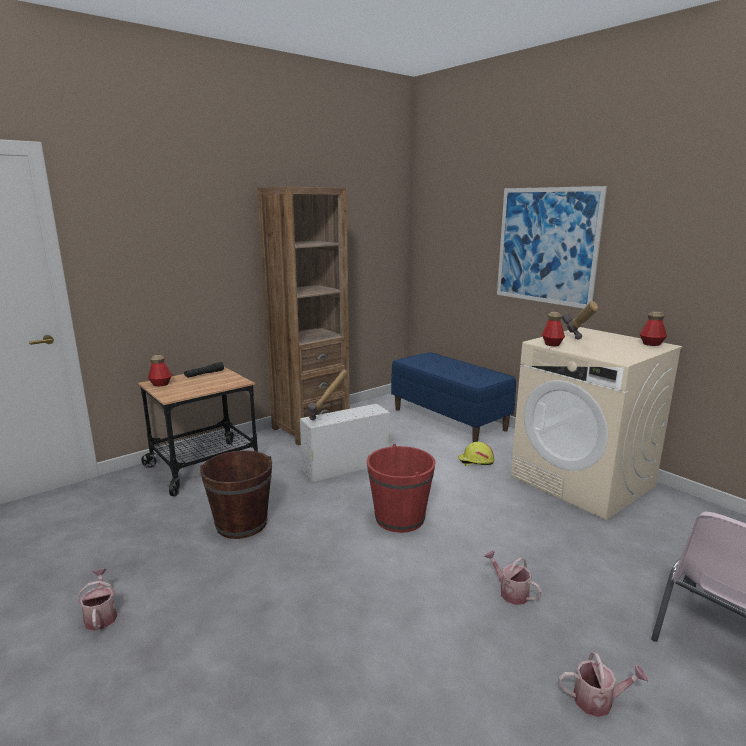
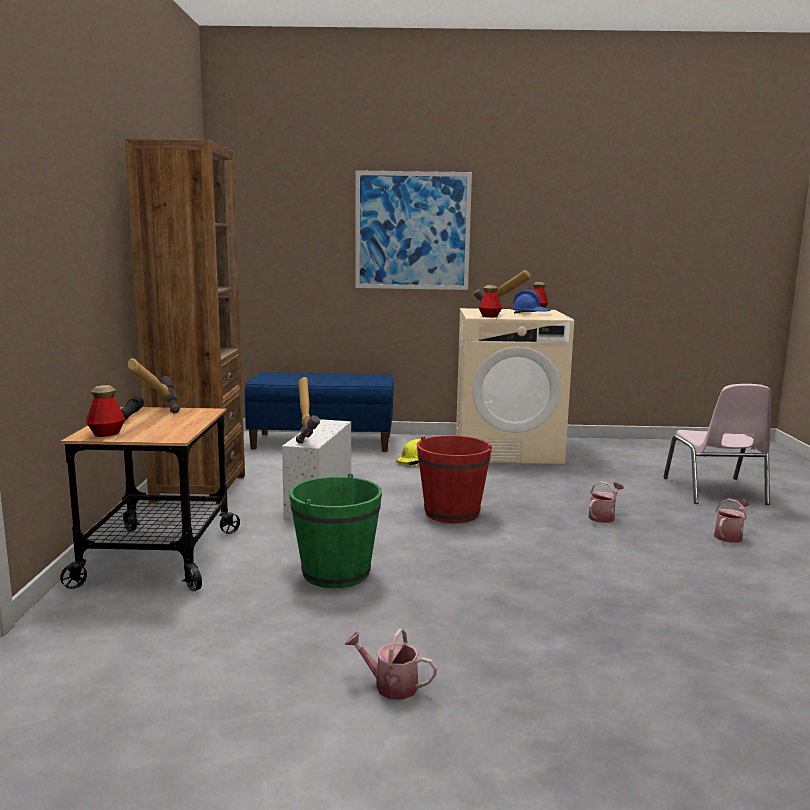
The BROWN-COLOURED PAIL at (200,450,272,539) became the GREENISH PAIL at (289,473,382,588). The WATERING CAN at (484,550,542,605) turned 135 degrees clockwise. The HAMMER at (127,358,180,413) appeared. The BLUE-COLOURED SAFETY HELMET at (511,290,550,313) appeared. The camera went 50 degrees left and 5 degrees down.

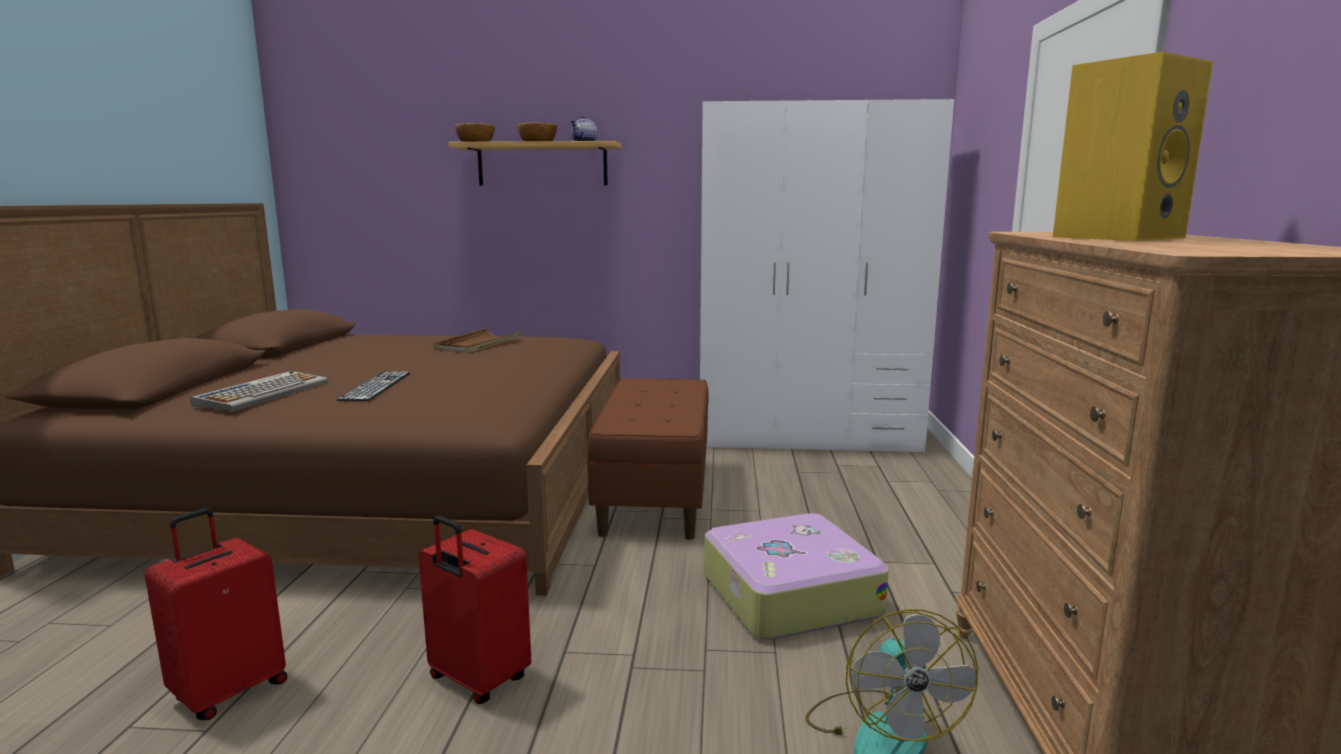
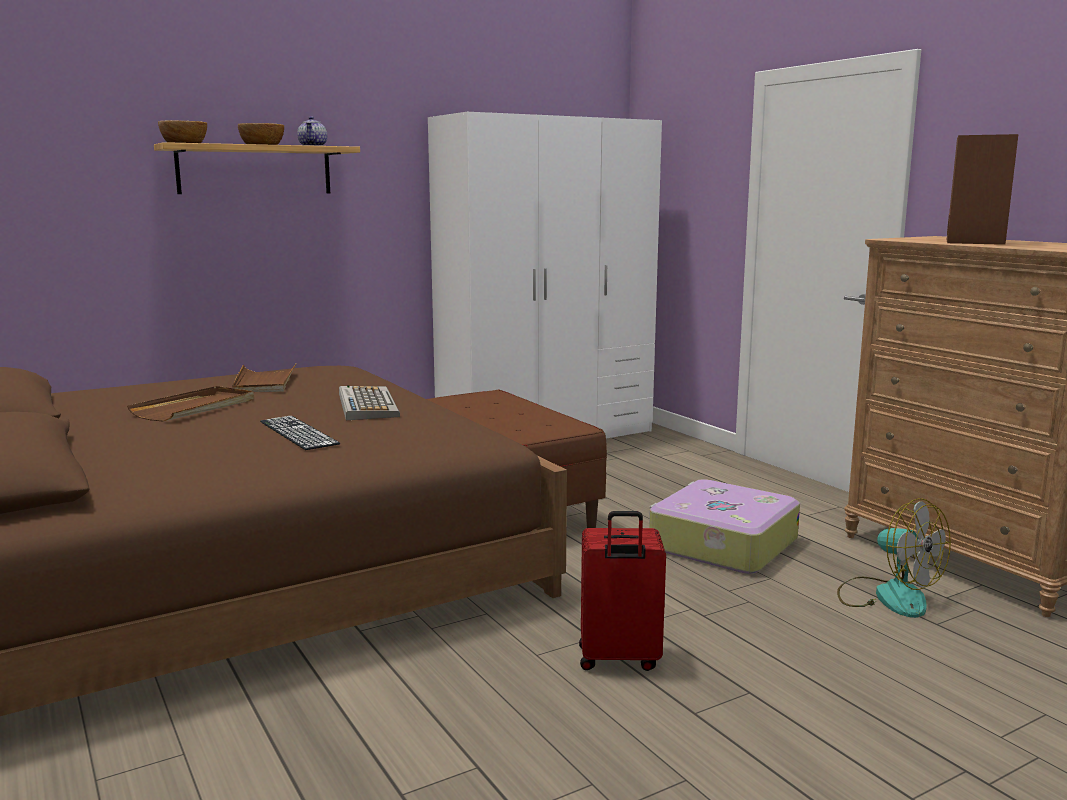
The RED TRAVEL CASE at (145,508,287,720) disappeared. The KEYBOARD moved from (190,371,328,411) to (339,385,400,420). The YELLOW AUDIO SPEAKER at (1053,52,1213,241) became the BROWN-COLOURED AUDIO SPEAKER at (947,134,1018,245). The BROWN-COLOURED TRAY at (127,386,254,422) appeared. The camera went 35 degrees left and 0 degrees up.

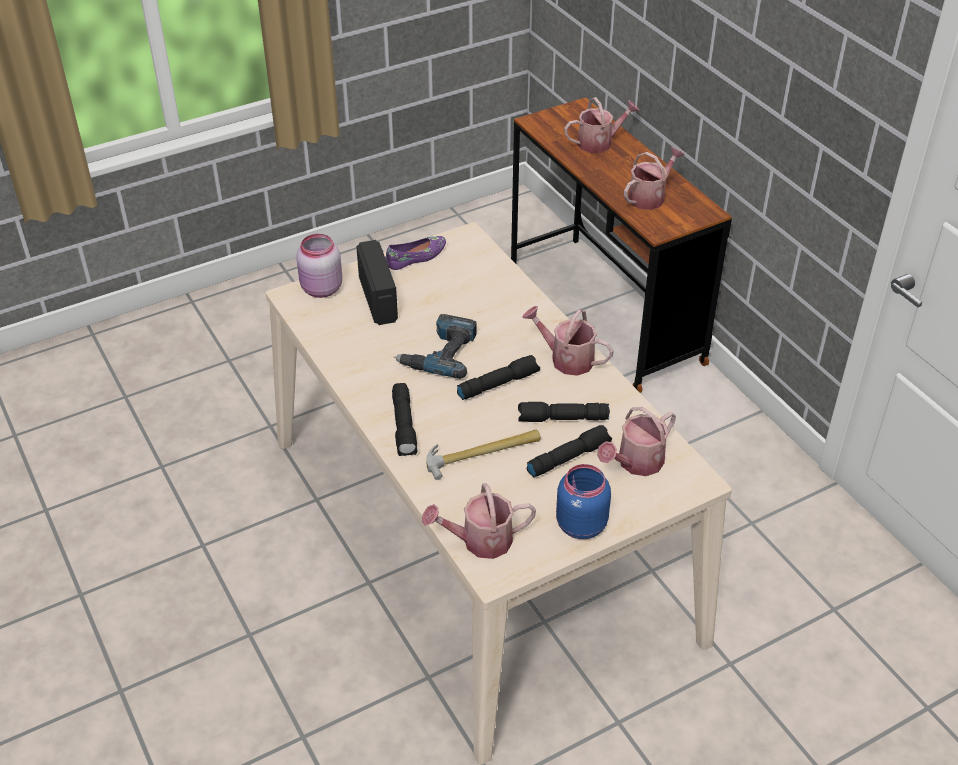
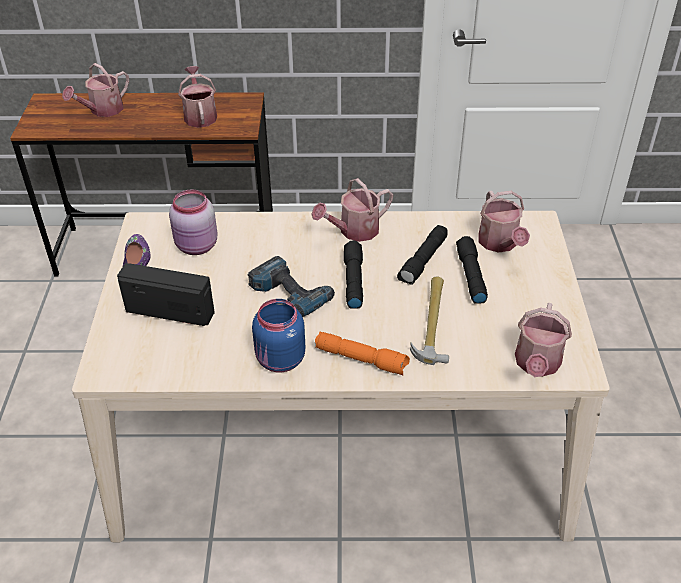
The PINK-COLOURED PRESERVE JAR moved from (296,234,342,298) to (169,190,218,255). The BLACK TORCH at (392,383,417,456) became the ORANGE-COLOURED TORCH at (315,332,410,375). The BLUE-COLOURED PRESERVE JAR moved from (556,464,611,539) to (252,299,305,372). The WATERING CAN at (564,97,640,153) turned 150 degrees counterclockwise. The camera went 60 degrees left and 0 degrees up.

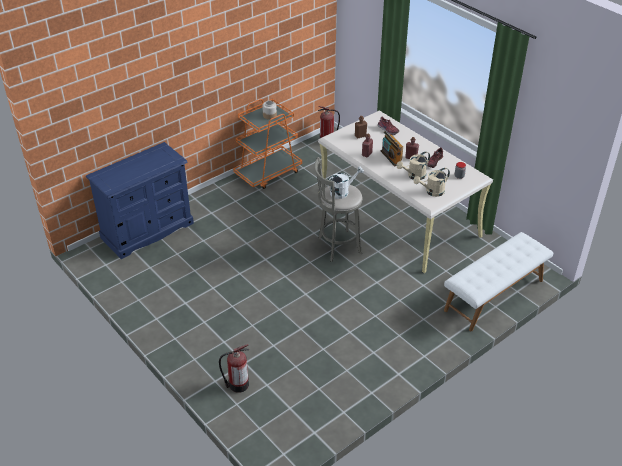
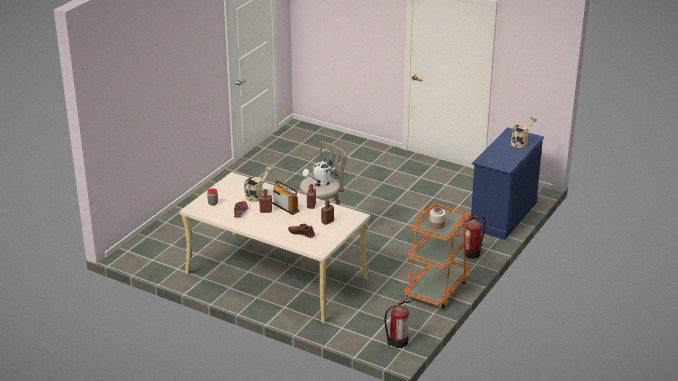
The FIRE-FIGHTING CYLINDER moved from (219,344,249,393) to (465,216,486,259). The BEIGE WATERING CAN moved from (413,168,450,197) to (511,116,537,148). The WHITE INDOOR BENCH at (444,232,553,331) disappeared. The camera went 160 degrees right and 10 degrees down.

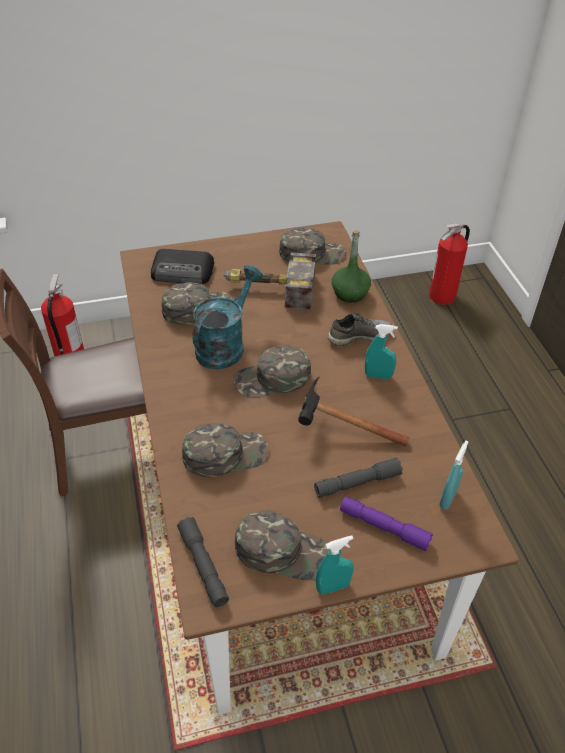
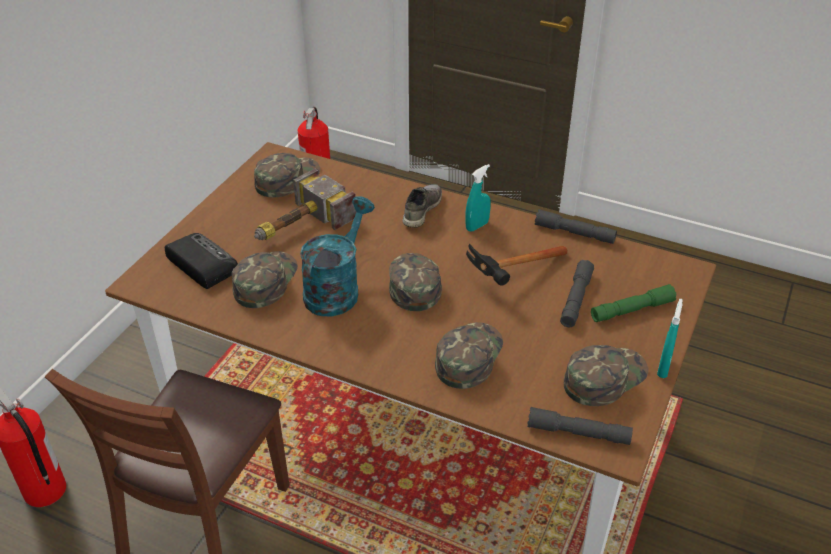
The RADIO RECEIVER at (151,249,214,284) turned 90 degrees counterclockwise. The TURQUOISE WATERING CAN at (192,265,263,369) turned 45 degrees clockwise. The GREENISH PEAKED CAP at (233,345,311,398) turned 150 degrees clockwise. The GREENISH BOTTLE at (332,230,371,302) disappeared. The PURPLISH TORCH at (340,496,433,551) became the GREENISH TORCH at (591,284,677,322). The TURQUOISE SPRAY BOTTLE at (440,440,468,510) disappeared. The GREY TORCH at (535,209,617,244) appeared. The camera went 50 degrees left and 5 degrees down.

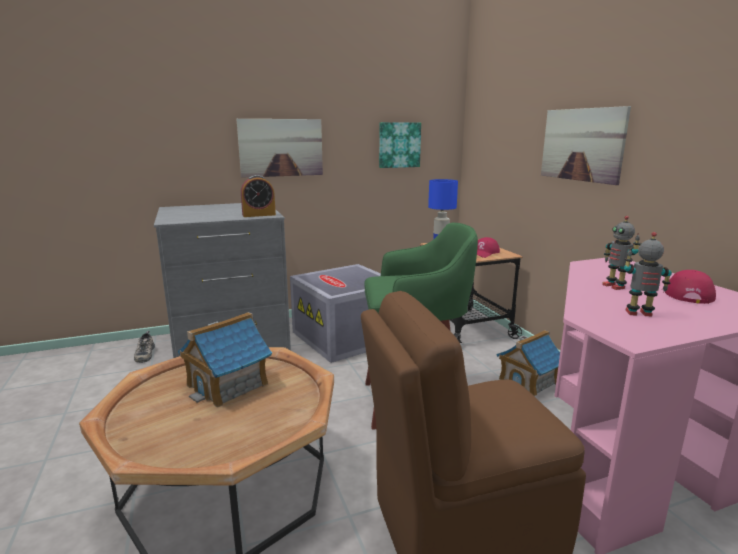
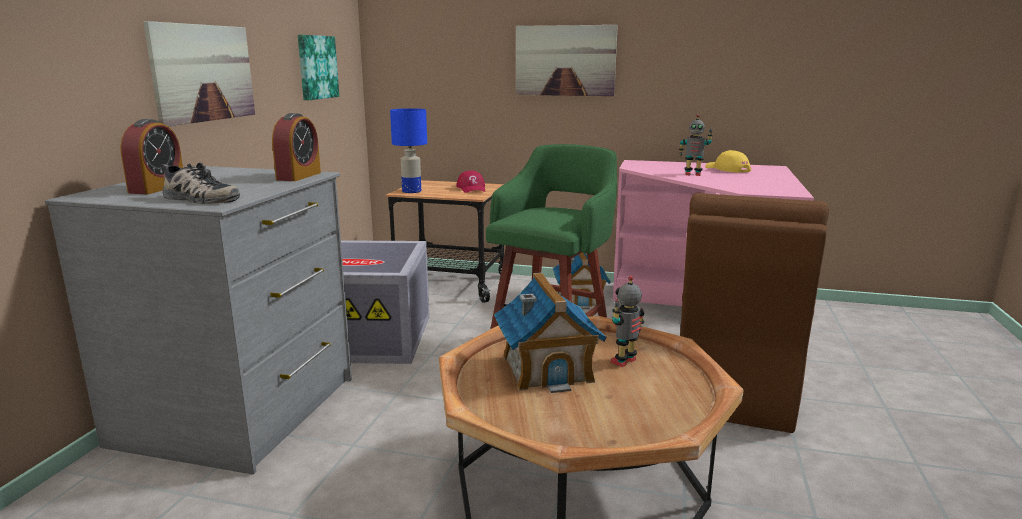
The SHOE moved from (134,331,155,363) to (161,162,240,204). The TOY ROBOT moved from (624,232,672,317) to (611,275,644,367). The RED PEAKED CAP at (665,270,716,304) became the YELLOW PEAKED CAP at (705,150,751,173). The ALARM CLOCK at (120,119,183,194) appeared. The camera went 55 degrees left and 0 degrees up.

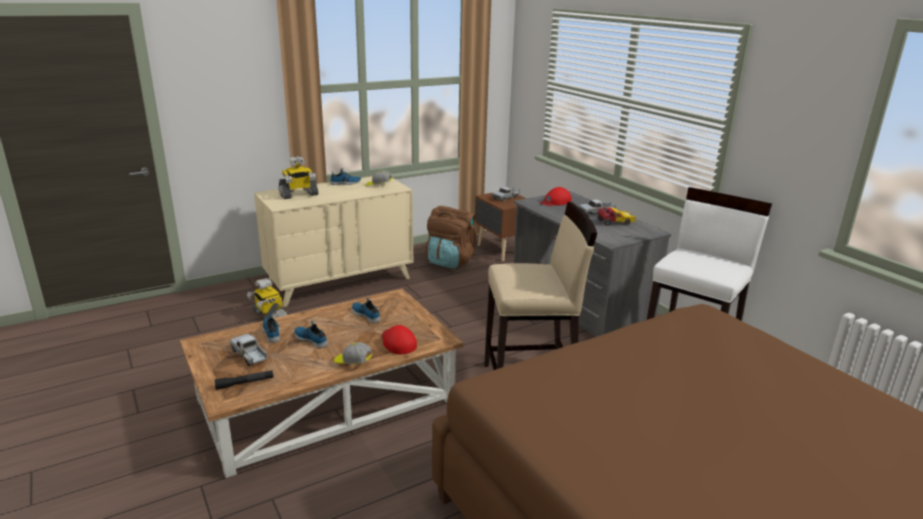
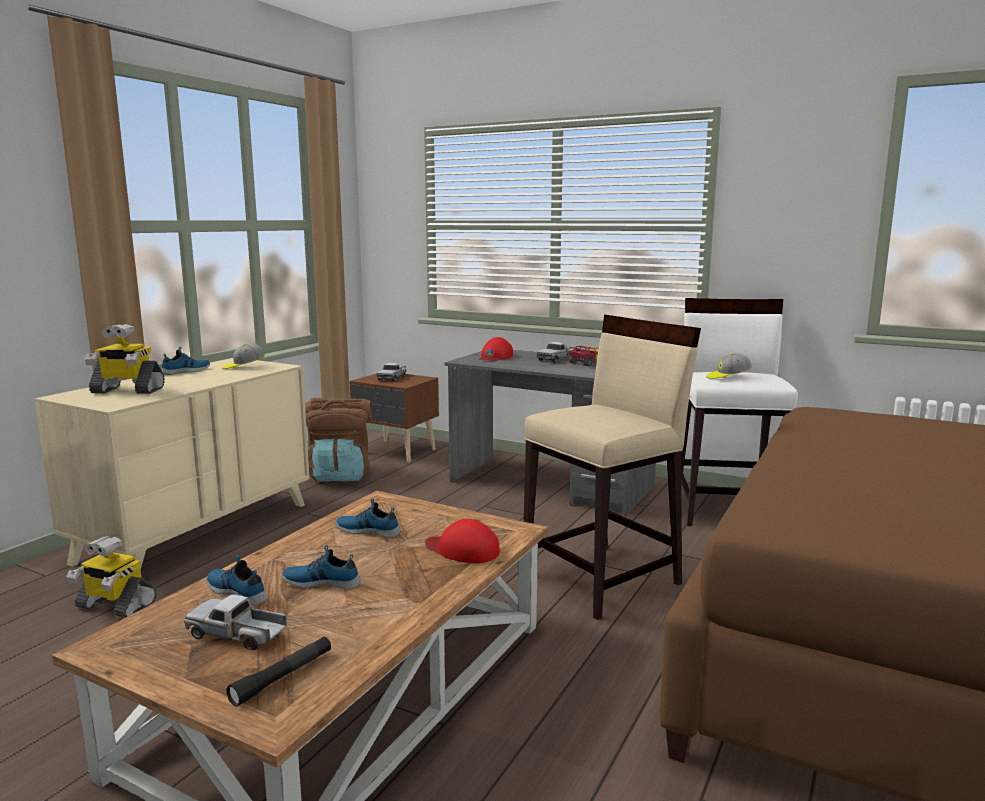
The TOY ROBOT at (279,156,318,199) turned 60 degrees clockwise. The PEAKED CAP moved from (334,342,373,364) to (706,353,752,379). The camera went 30 degrees left and 10 degrees down.

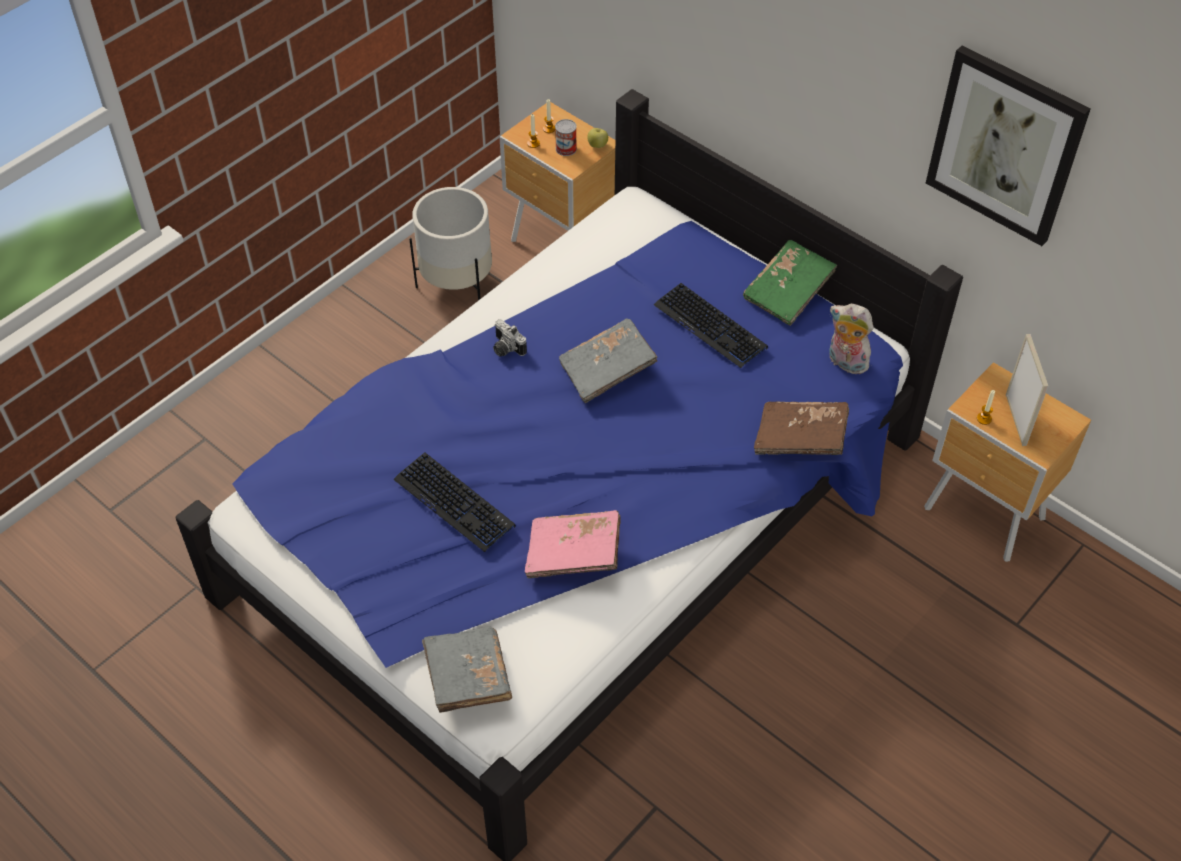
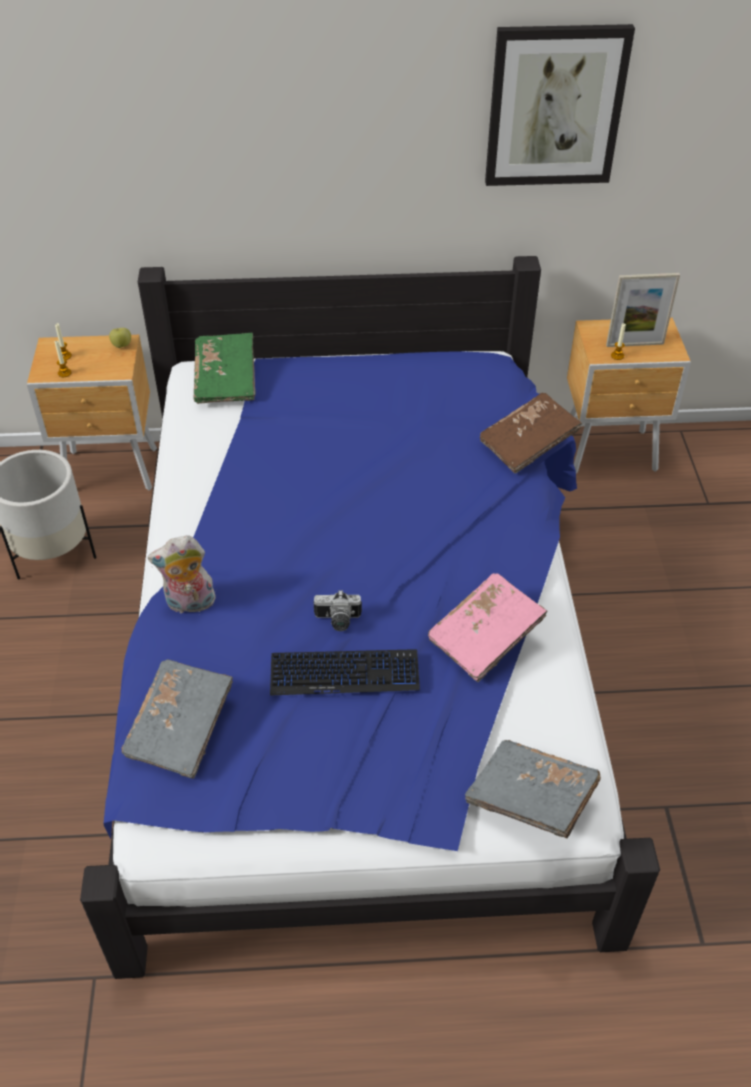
The PHOTO CAMERA moved from (493,319,527,357) to (313,590,362,631). The CAN at (555,119,577,156) disappeared. The GREY BOOK moved from (559,318,658,403) to (121,659,233,778). The KEYBOARD at (654,283,768,368) disappeared. The GREENISH BOOK moved from (743,240,837,326) to (194,333,256,404). The SOFT TOY moved from (829,304,874,375) to (148,535,216,613). The PHOTO FRAME at (1006,334,1048,446) turned 135 degrees clockwise. The camera went 45 degrees left and 5 degrees down.

